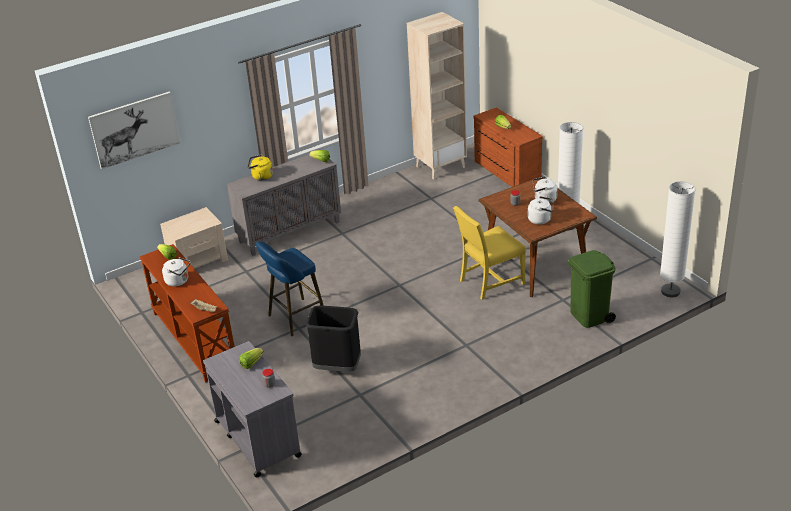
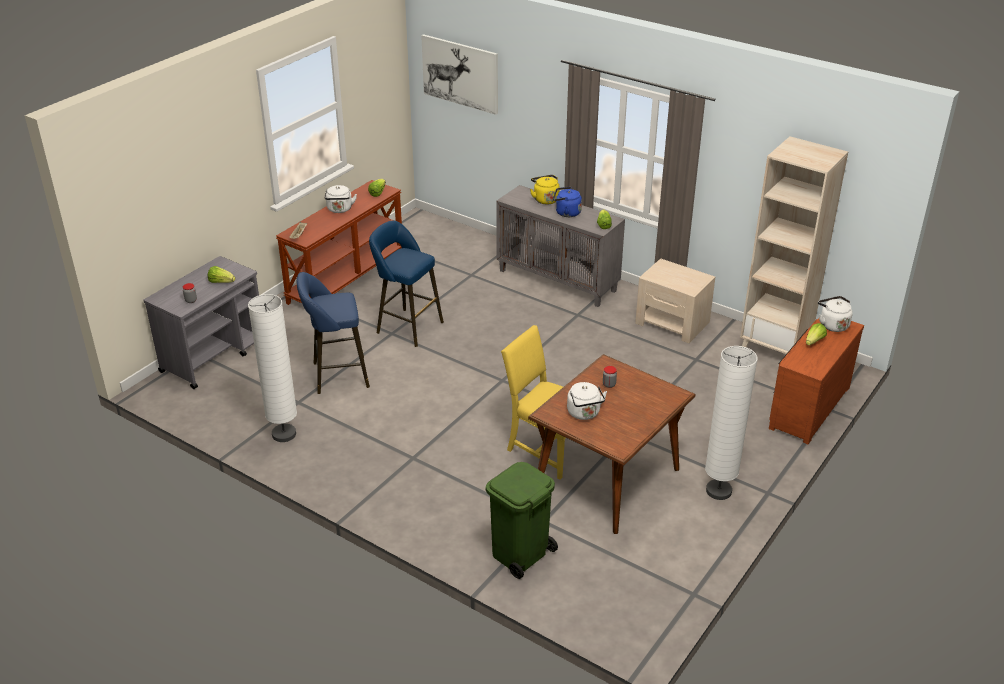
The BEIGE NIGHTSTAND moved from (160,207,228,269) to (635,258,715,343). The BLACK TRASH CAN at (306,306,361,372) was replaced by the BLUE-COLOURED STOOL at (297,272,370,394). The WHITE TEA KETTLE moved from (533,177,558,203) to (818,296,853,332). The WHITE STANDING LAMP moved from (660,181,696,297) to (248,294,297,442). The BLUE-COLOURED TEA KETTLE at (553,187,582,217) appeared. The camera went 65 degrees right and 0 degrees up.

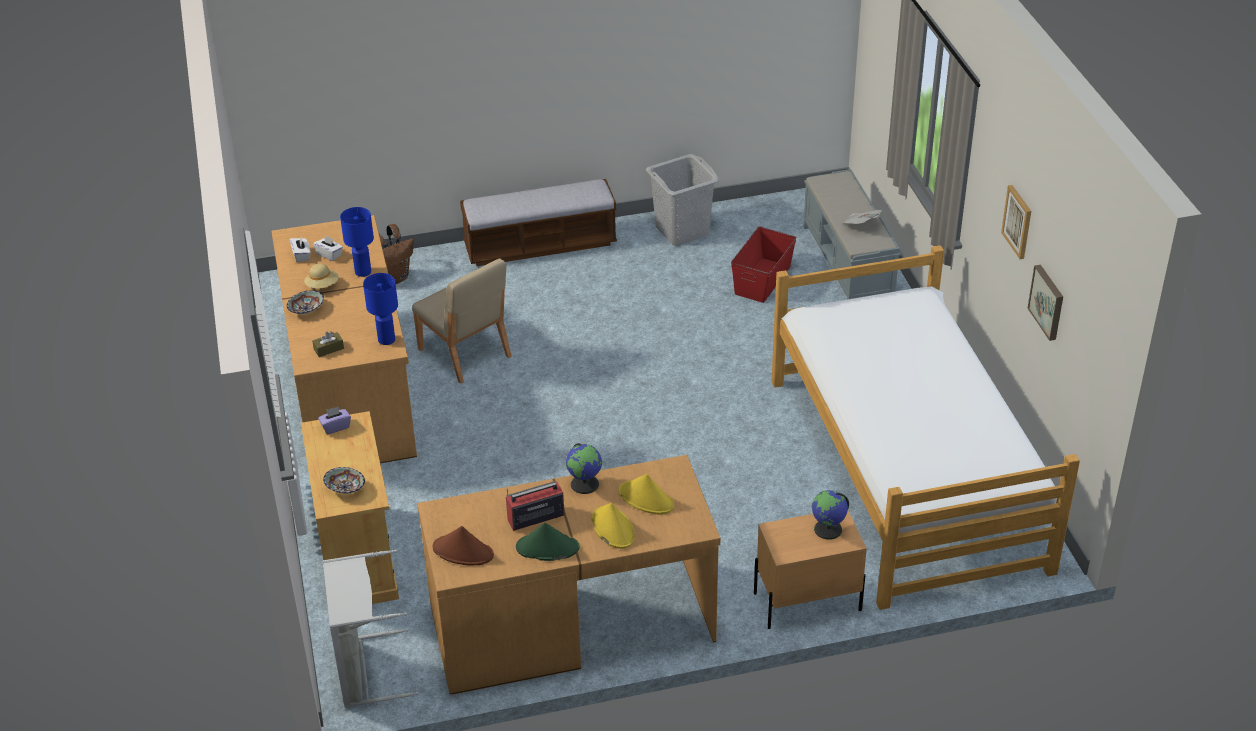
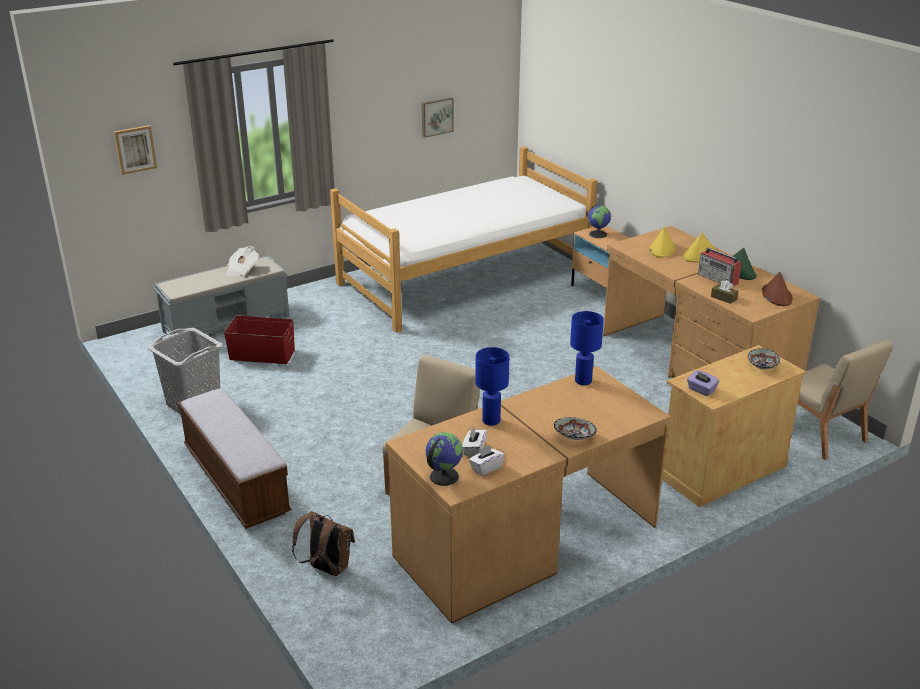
The BEIGE WEARABLE HAT at (304,263,339,289) disappeared. The BROWN-COLOURED TISSUE HOLDER moved from (312,331,344,357) to (711,280,738,304). The GREY WASHING BASKET at (323,550,418,708) was replaced by the BEIGE PLAIN CHAIR at (798,340,893,460). The DESK GLOBE moved from (566,443,602,494) to (426,432,463,486). The WALL ART moved from (1001,185,1031,259) to (114,125,157,175). The camera went 110 degrees left and 10 degrees down.

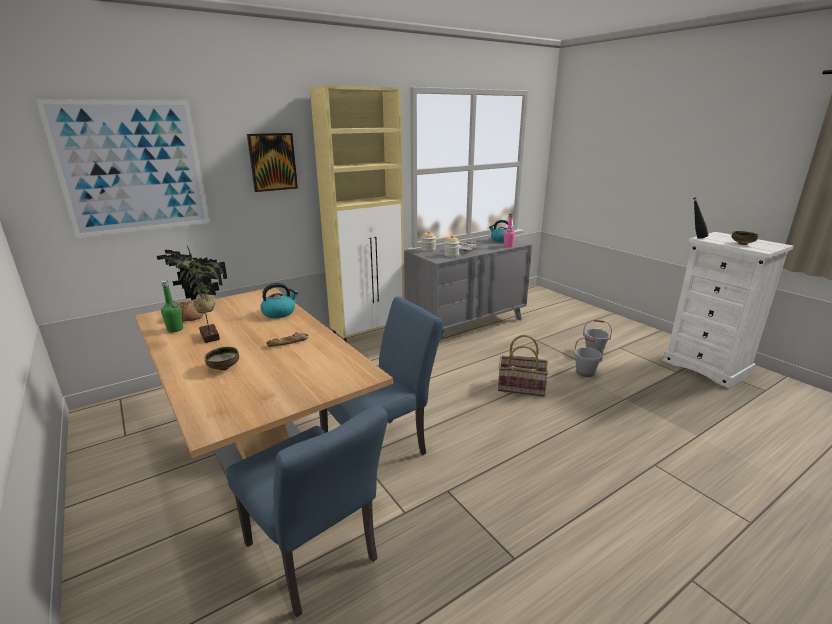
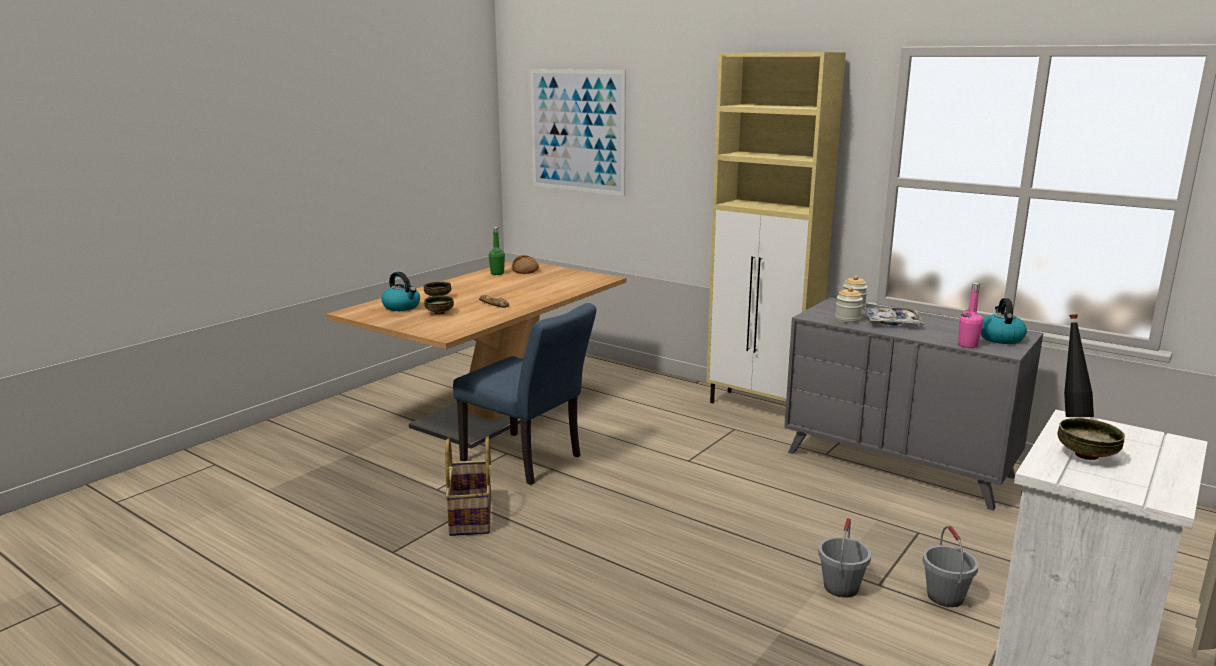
The POTTED PLANT at (157,246,227,343) disappeared. The BLUE-COLOURED PLAIN CHAIR at (227,405,388,617) disappeared. The WALL ART at (247,133,298,192) disappeared. The TEA KETTLE moved from (260,283,298,318) to (382,272,420,311). The HOUSEHOLD BASKET moved from (498,335,549,397) to (445,436,491,536). The BOWL at (424,296,454,315) appeared. The camera went 70 degrees right and 5 degrees down.

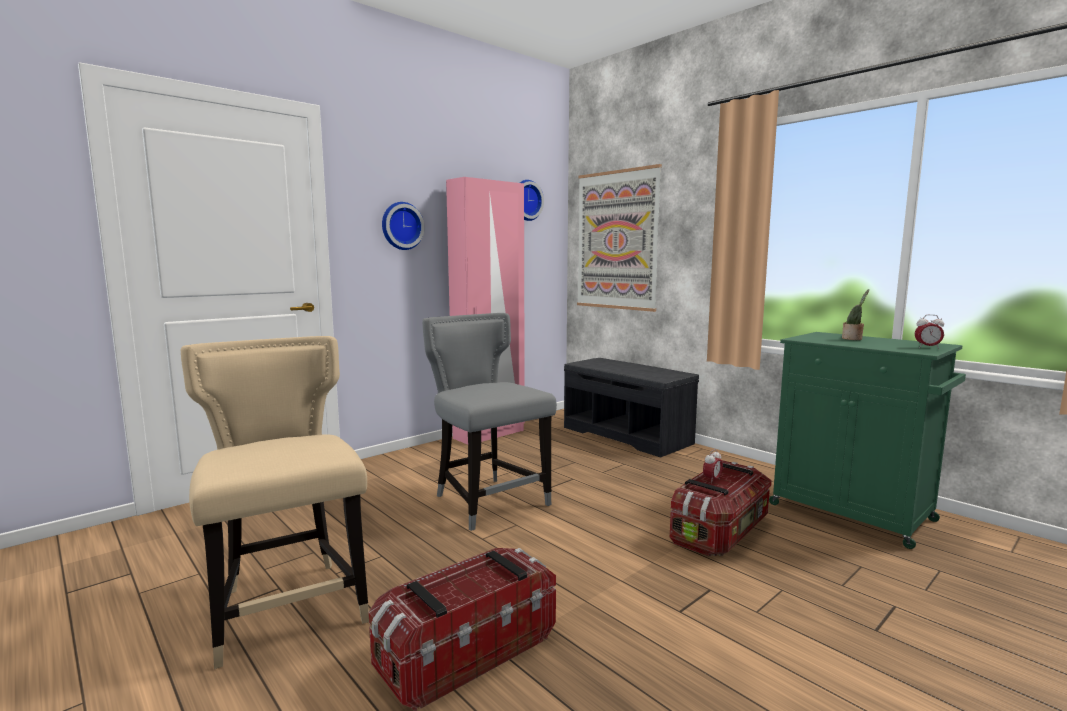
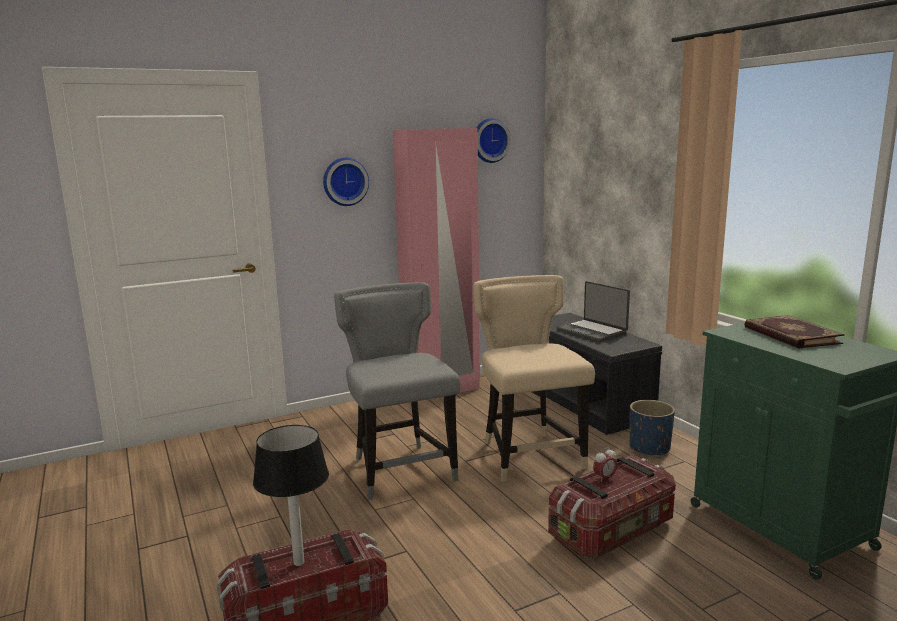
The BEIGE PLAIN CHAIR moved from (181,336,369,669) to (473,275,595,482). The WALL ART at (577,164,662,312) disappeared. The POTTED PLANT at (842,289,869,340) was replaced by the BOOK at (745,315,844,349). The ALARM CLOCK at (915,315,944,349) disappeared. The LAMP FOR A TABLE at (253,425,329,566) appeared. The LAPTOP at (557,281,630,342) appeared. The BLUE-COLOURED PLANTER at (630,400,675,457) appeared. The camera went 15 degrees right and 5 degrees up.

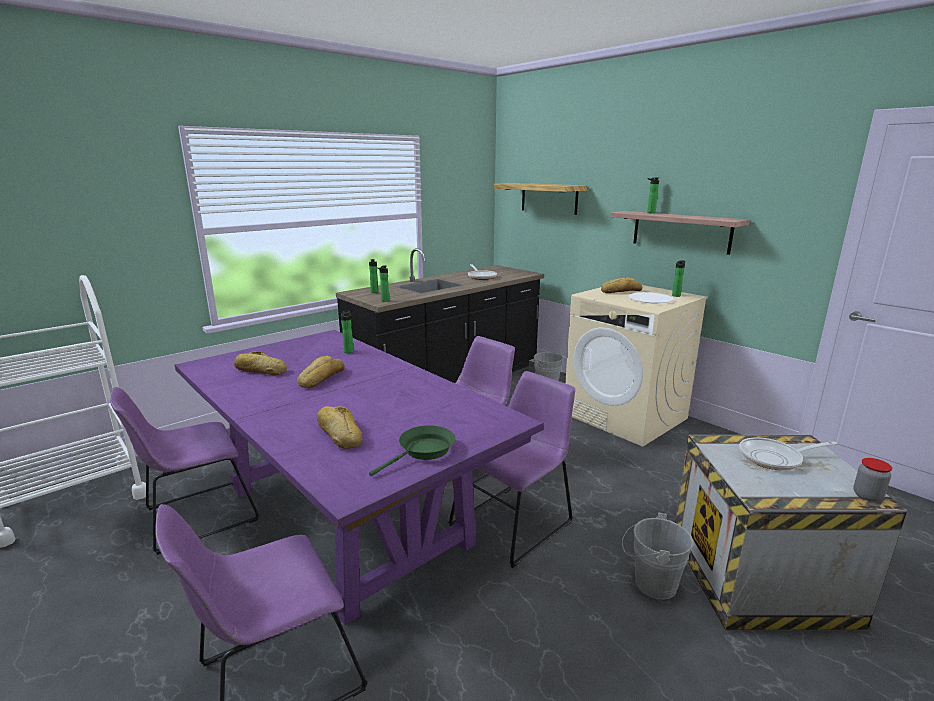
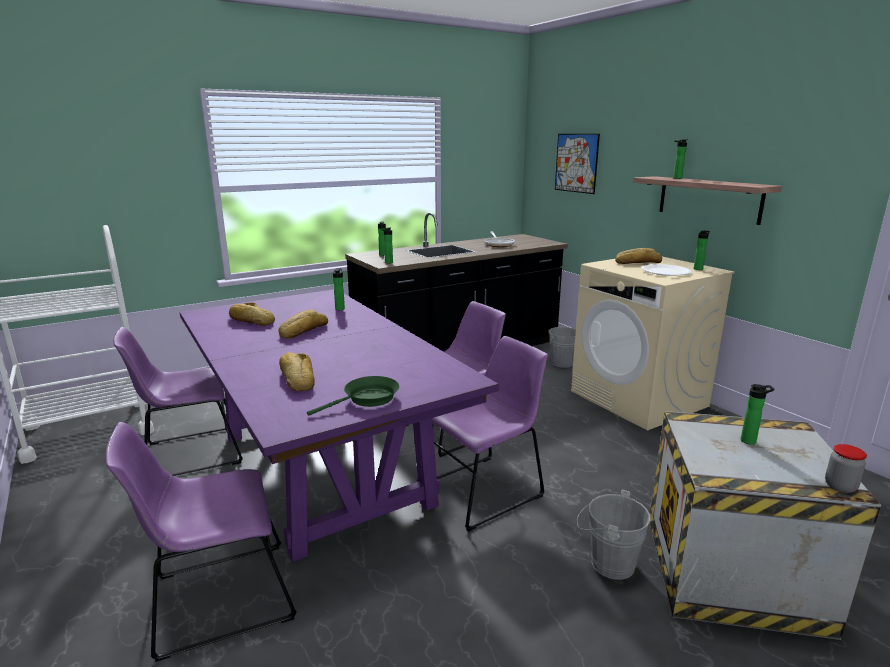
The WALL SHELF at (494,183,588,215) was replaced by the WALL ART at (555,134,600,194). The PAN at (739,437,837,470) was replaced by the BOTTLE at (741,384,774,445). The camera went 10 degrees right and 0 degrees up.

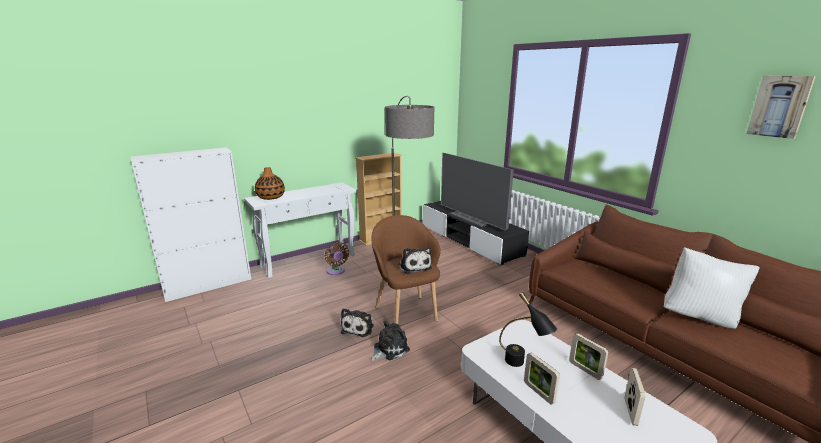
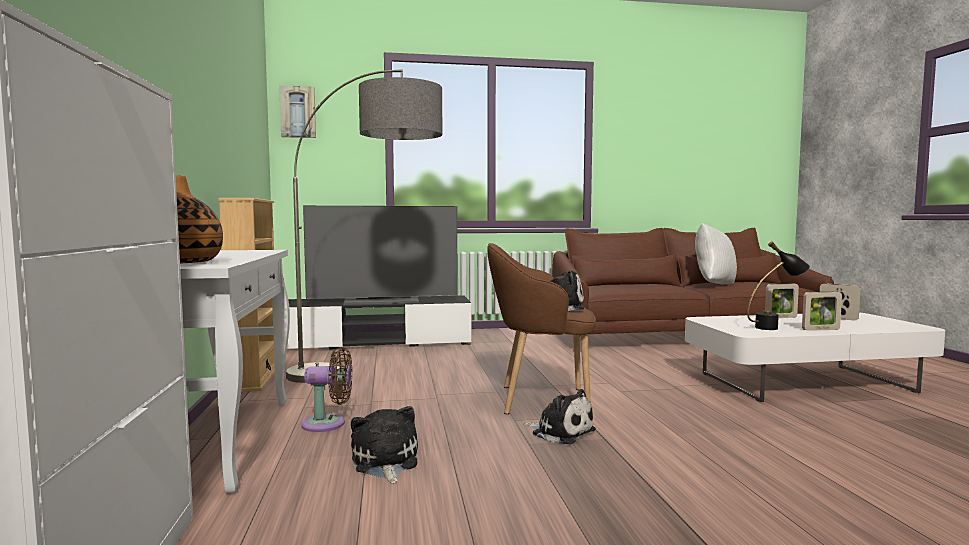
The SOFT TOY moved from (370,321,410,361) to (351,406,418,484). The WALL ART moved from (747,76,816,139) to (279,85,316,138). The camera went 65 degrees left and 15 degrees down.

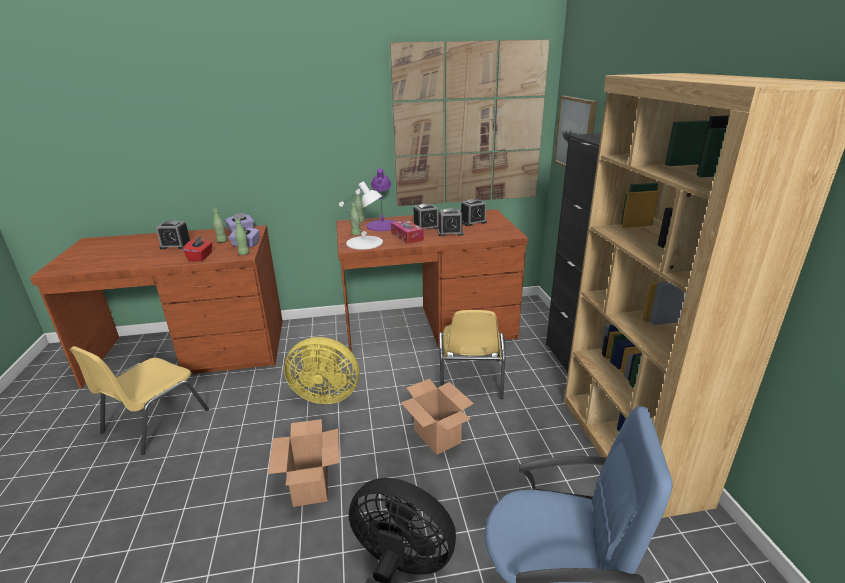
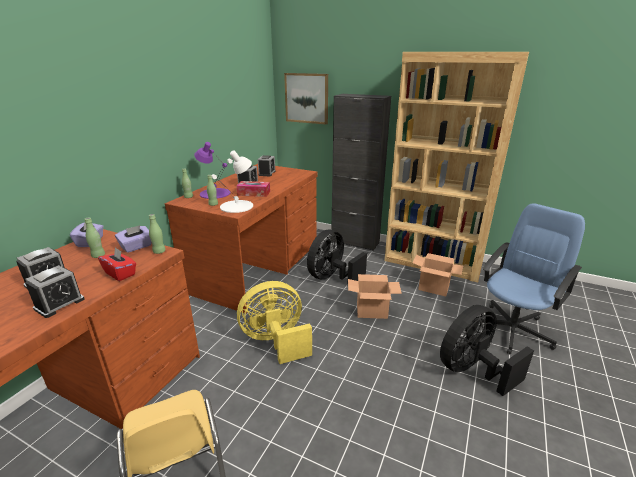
The CARTON moved from (268,419,340,507) to (412,253,463,296). The YELLOW ELECTRIC FAN at (284,337,359,404) turned 150 degrees counterclockwise. The WALL ART at (390,40,550,206) disappeared. The ALARM CLOCK moved from (438,208,463,236) to (25,265,85,318). The YELLOW PLAIN CHAIR at (439,310,505,399) was replaced by the BLACK ELECTRIC FAN at (307,230,367,285). The camera went 55 degrees left and 0 degrees up.

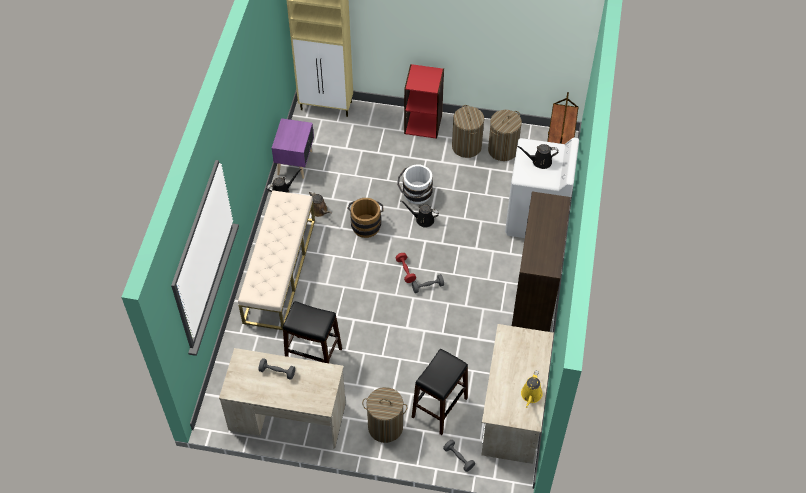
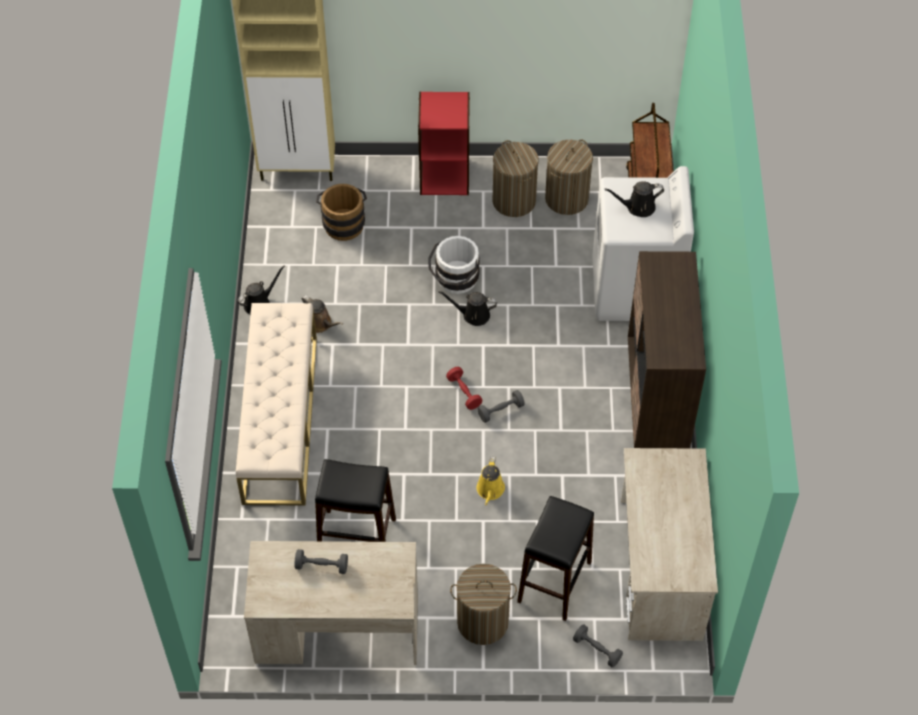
The PURPLISH NIGHTSTAND at (272,118,314,179) disappeared. The BROWN-COLOURED PAIL moved from (348,198,384,238) to (316,184,367,241). The YELLOW WATERING CAN moved from (521,370,543,408) to (476,456,505,505). The camera went 10 degrees left and 0 degrees up.

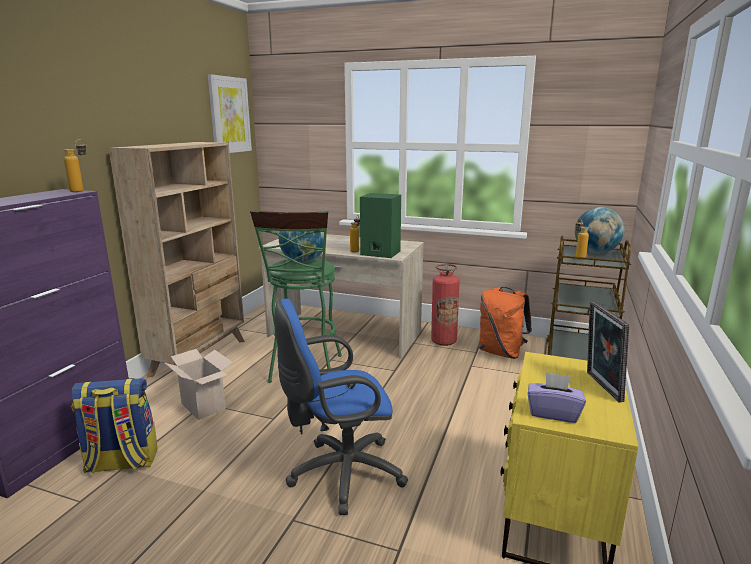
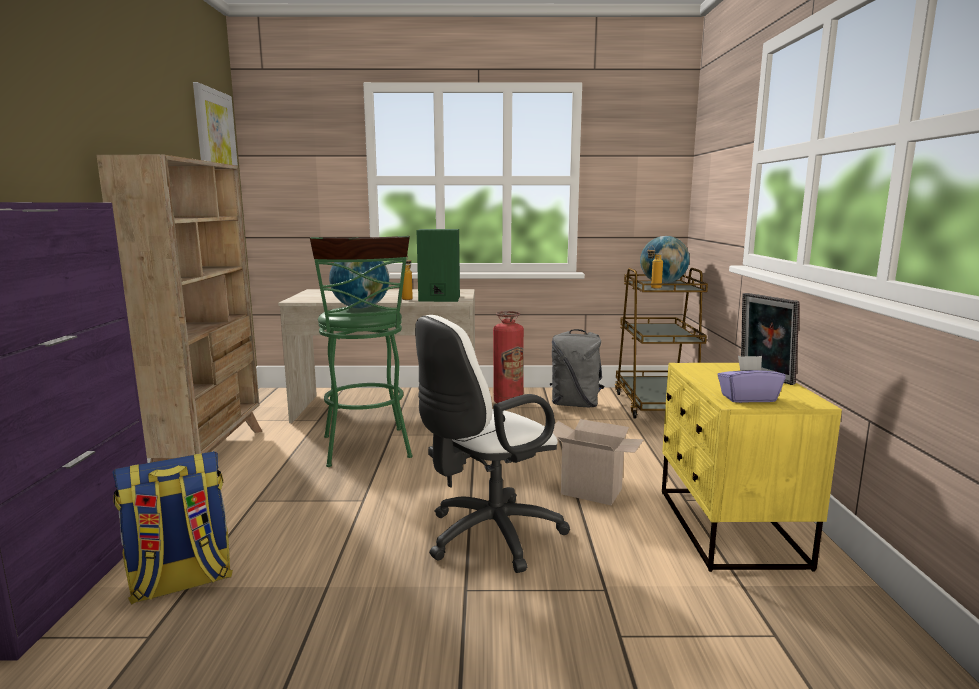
The BOTTLE at (64,139,87,192) disappeared. The CARTON moved from (164,349,233,420) to (553,419,644,505). The BLUE-COLOURED COMPUTER CHAIR at (275,299,408,515) became the WHITE COMPUTER CHAIR at (415,315,570,573). The ORANGE-COLOURED BACKPACK at (479,287,532,359) became the GREY BACKPACK at (550,329,604,407). The camera went 20 degrees left and 5 degrees down.

